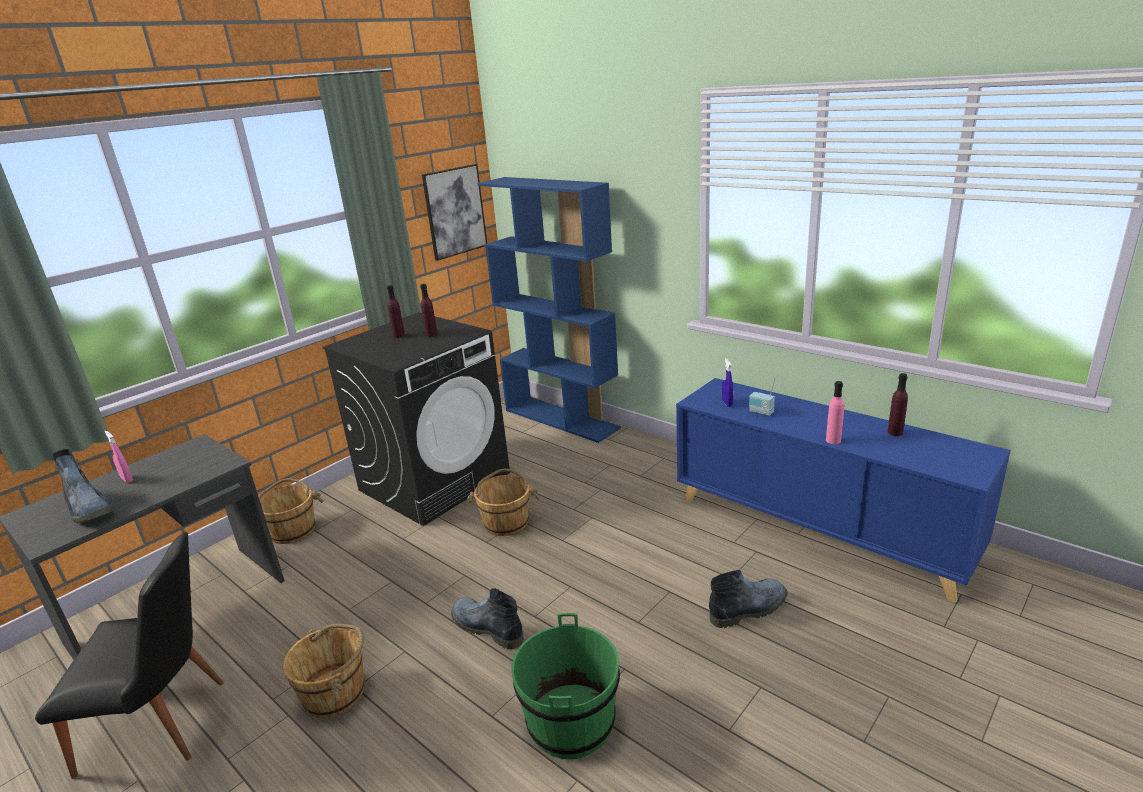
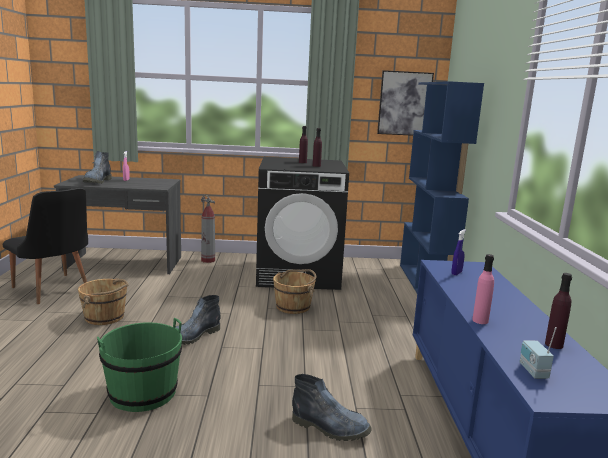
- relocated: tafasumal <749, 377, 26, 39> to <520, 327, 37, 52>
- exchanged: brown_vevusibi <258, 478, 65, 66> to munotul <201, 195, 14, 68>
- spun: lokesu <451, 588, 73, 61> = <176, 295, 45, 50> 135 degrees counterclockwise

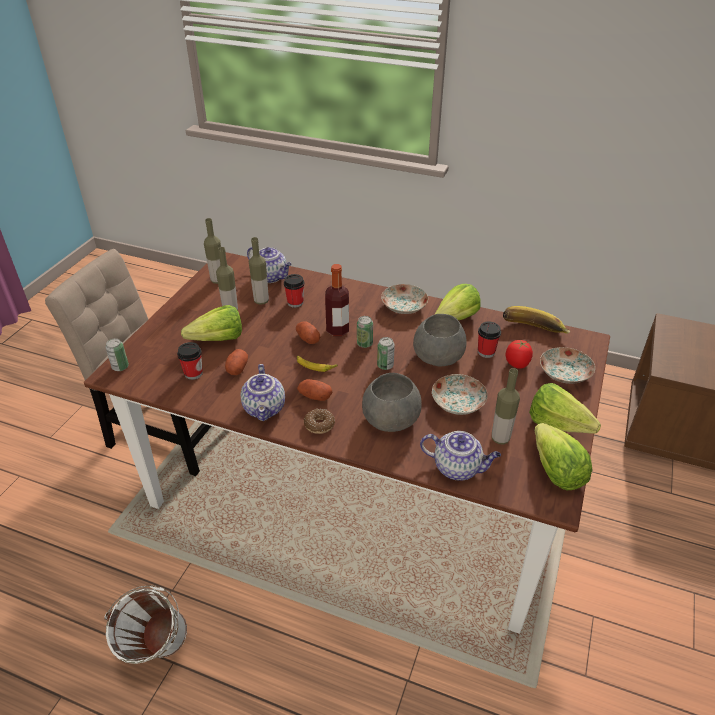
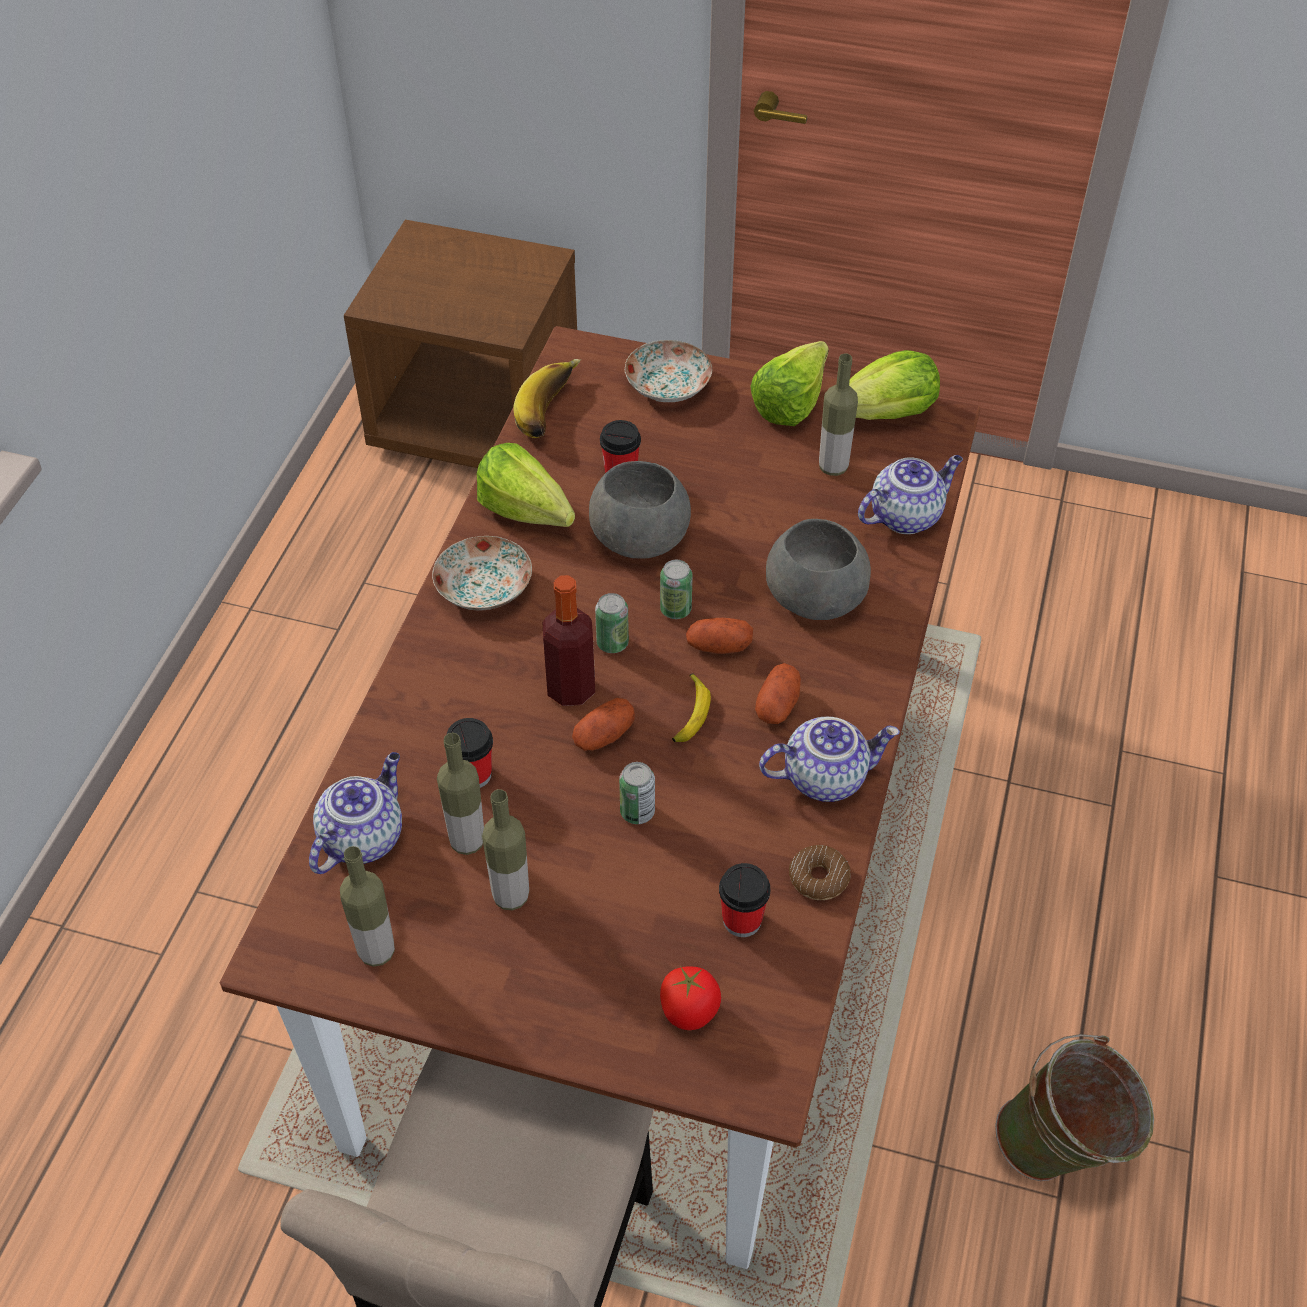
- missing: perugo <181, 305, 61, 36>
- relocated: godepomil <106, 338, 23, 33> to <619, 762, 36, 62>
- relocated: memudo <506, 340, 27, 29> to <660, 966, 61, 64>
- relocated: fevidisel <225, 349, 23, 26> to <686, 618, 67, 36>
- missing: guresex <432, 374, 56, 41>
- relocated: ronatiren <304, 409, 31, 25> to <789, 845, 61, 55>
- spun: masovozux <420, 431, 81, 49> = <858, 455, 105, 79> 45 degrees clockwise
- colour: white_vevusibi <104, 585, 83, 79> to green_vevusibi <995, 1034, 159, 147>

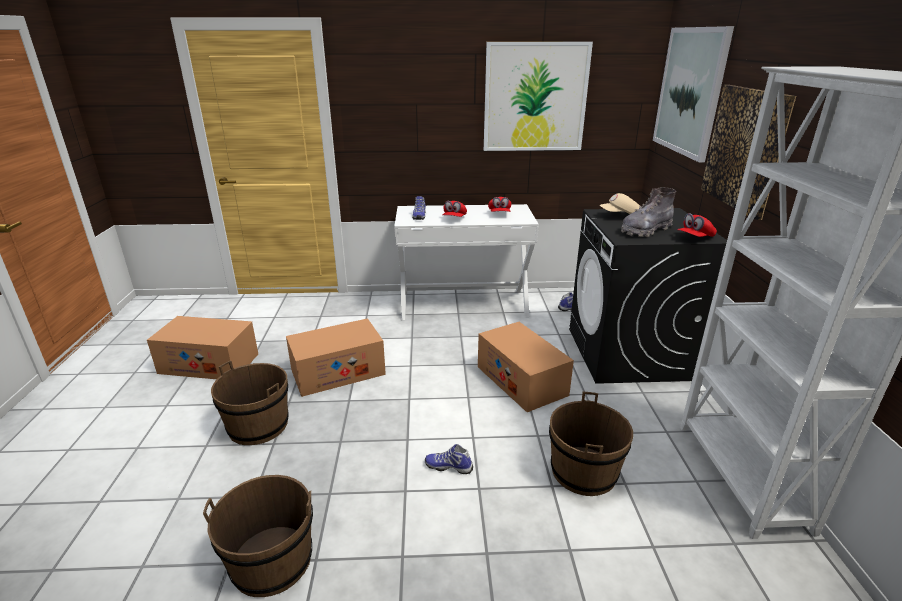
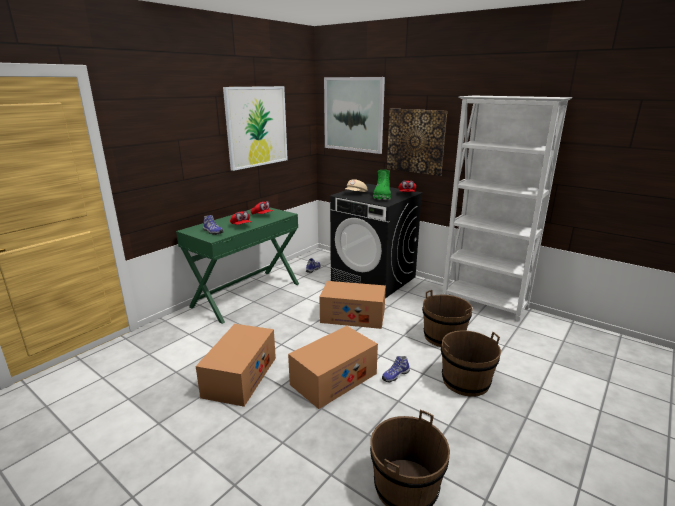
- colour: grey_lokesu <621, 187, 55, 50> to green_lokesu <373, 170, 18, 30>
- colour: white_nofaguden <394, 204, 145, 116> to green_nofaguden <176, 207, 123, 117>
- relocated: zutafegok <147, 316, 111, 63> to <288, 326, 90, 83>
- relocated: brown_vevusibi <211, 360, 78, 85> to <441, 330, 60, 67>

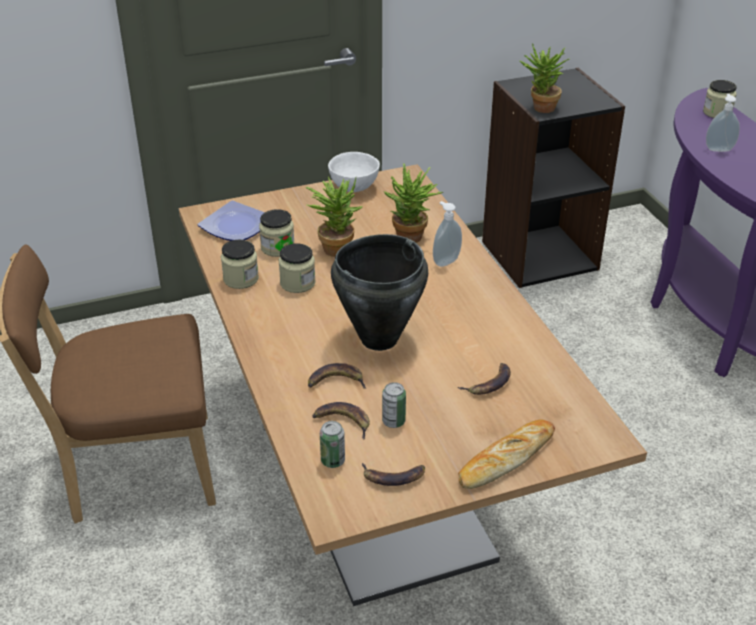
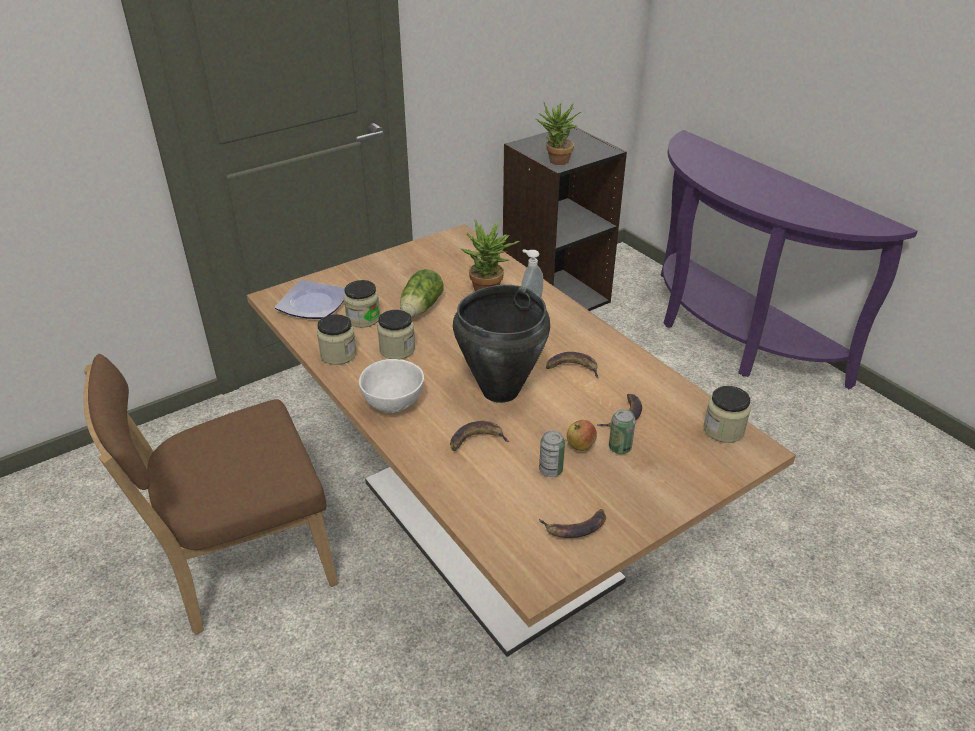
- relocated: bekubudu <703, 80, 34, 38> to <704, 386, 47, 57>
- missing: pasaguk <706, 94, 34, 58>
- relocated: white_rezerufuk <328, 152, 52, 40> to <359, 359, 65, 54>
- exchanged: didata <306, 177, 56, 80> to perugo <400, 269, 44, 48>
- relocated: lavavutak <312, 402, 58, 37> to <546, 352, 53, 26>
- missing: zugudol <458, 420, 97, 69>
- relocated: godepomil <320, 421, 25, 47> to <609, 409, 27, 45>
- appeared: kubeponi <567, 420, 30, 31>

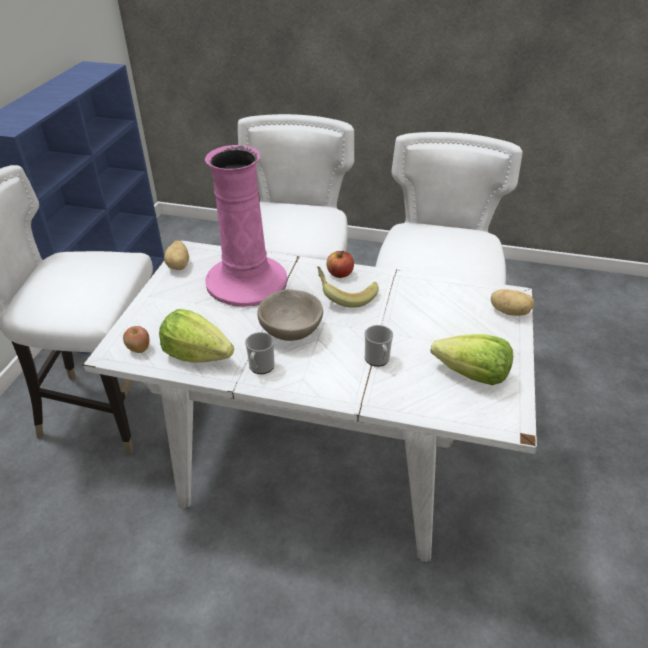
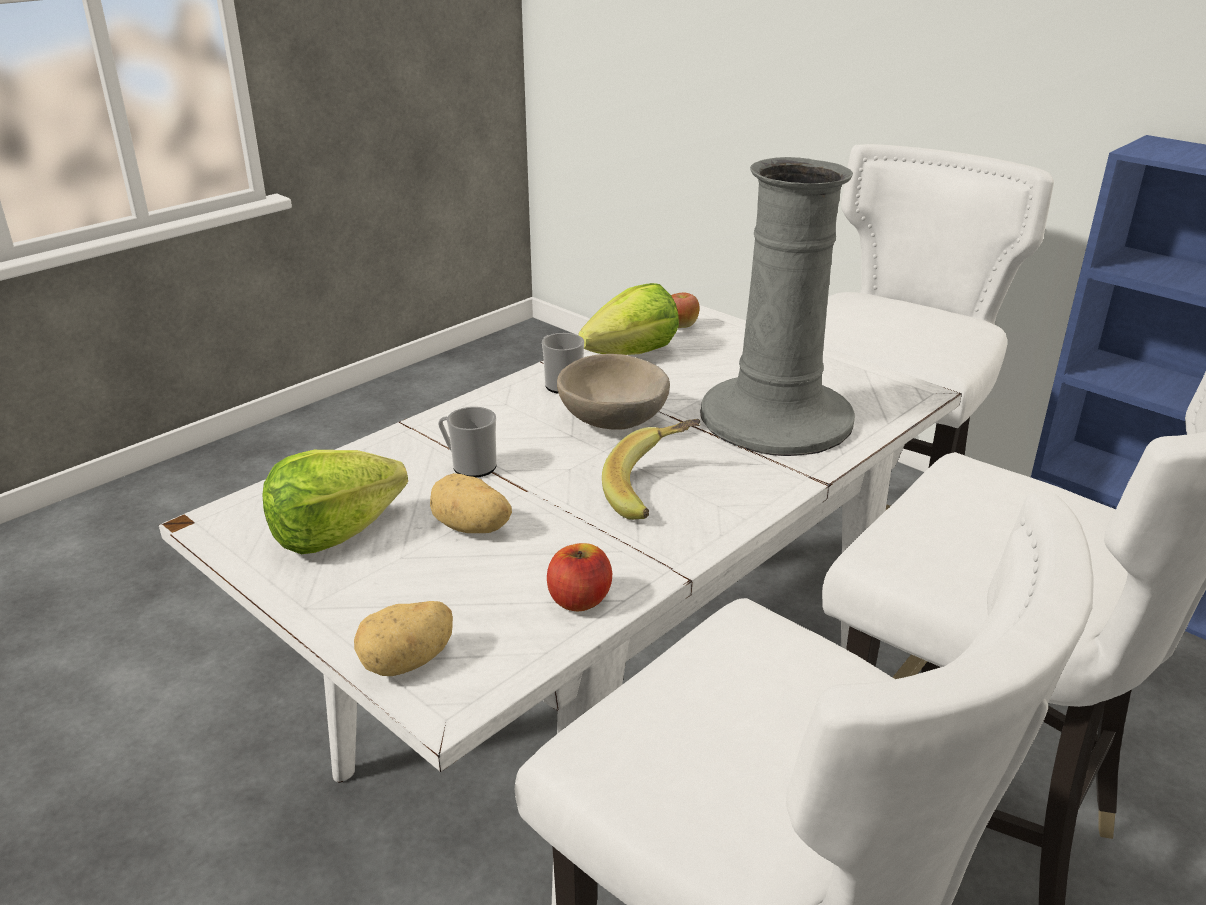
- colour: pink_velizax <205, 145, 83, 162> to grey_velizax <700, 157, 155, 299>
- relocated: fevidisel <164, 241, 25, 29> to <430, 473, 82, 60>
- relocated: kubeponi <327, 251, 27, 27> to <547, 543, 65, 68>

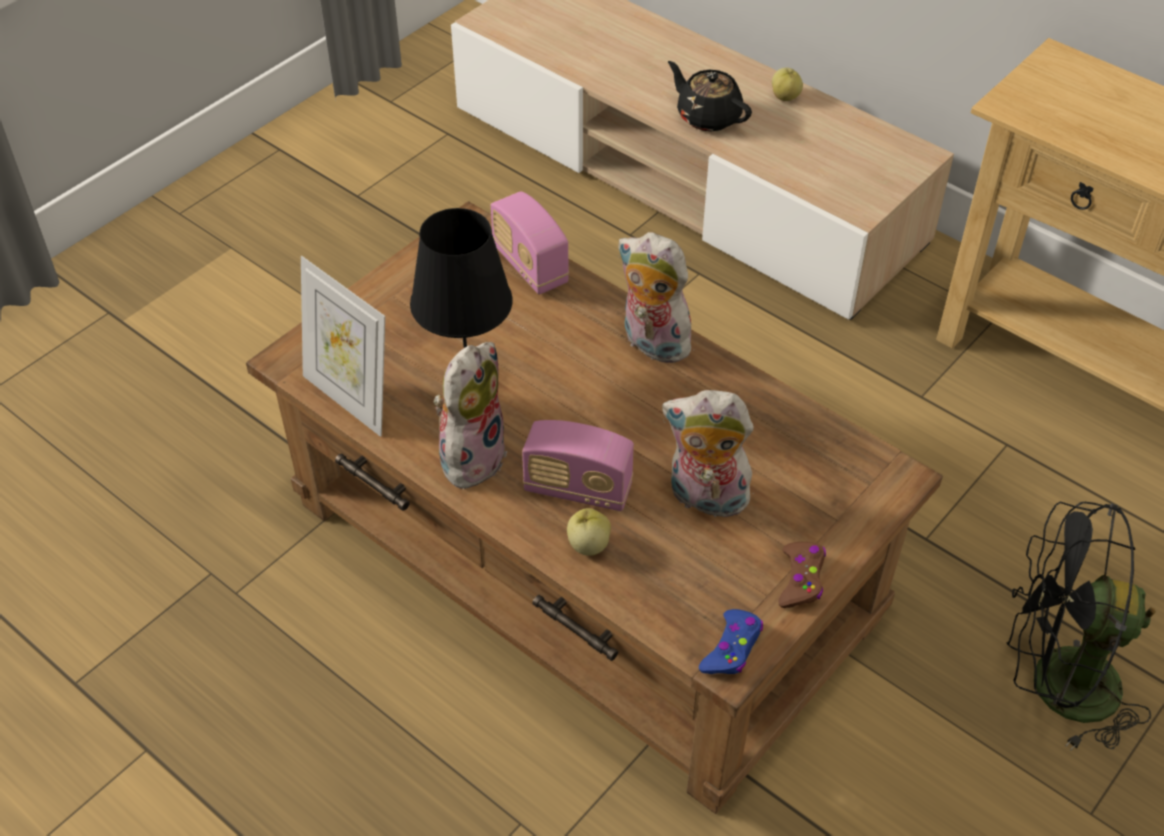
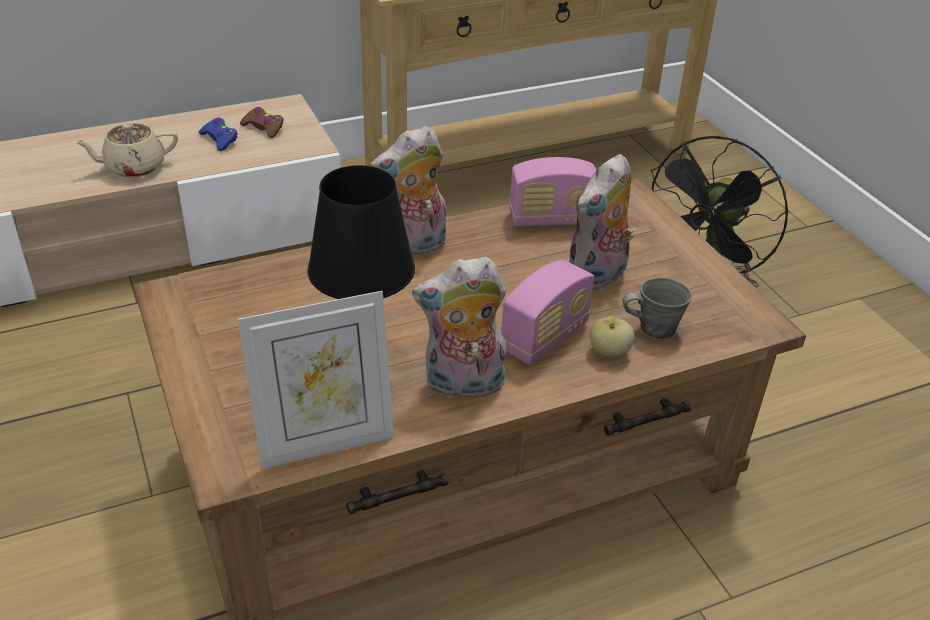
- colour: black_masovozux <668, 61, 84, 70> to beige_masovozux <74, 123, 104, 55>
- missing: kubeponi <772, 67, 31, 34>
- relocated: tafasumal <491, 191, 78, 104> to <509, 157, 88, 70>
- spun: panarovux <434, 342, 73, 149> = <412, 257, 94, 144> 60 degrees counterclockwise
- relocated: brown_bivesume <778, 542, 48, 66> to <240, 107, 44, 31>
- relocated: blue_bivesume <699, 609, 64, 65> to <199, 117, 39, 34>
- appeared: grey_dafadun <623, 277, 69, 62>

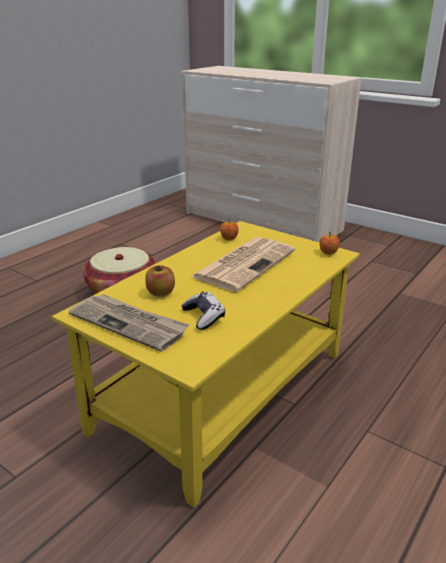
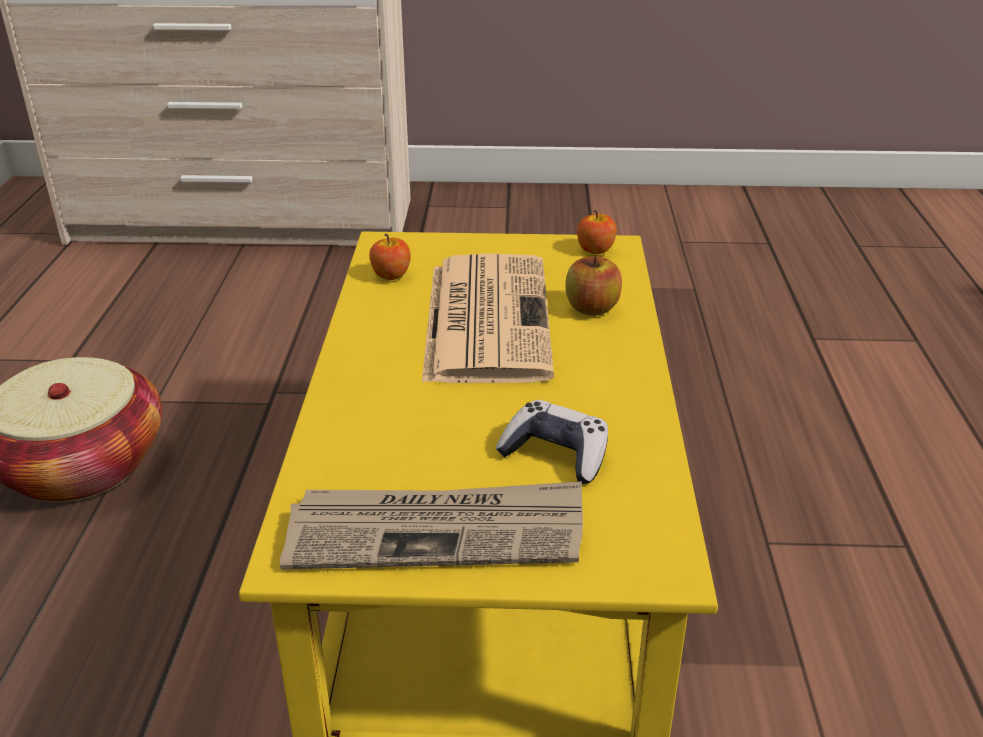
- relocated: kubeponi <145, 265, 30, 32> to <565, 255, 57, 61>

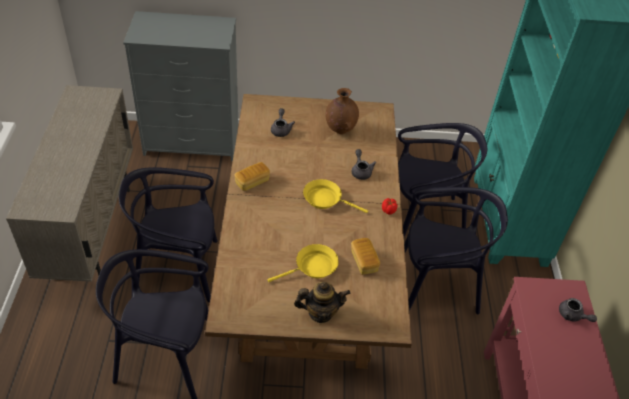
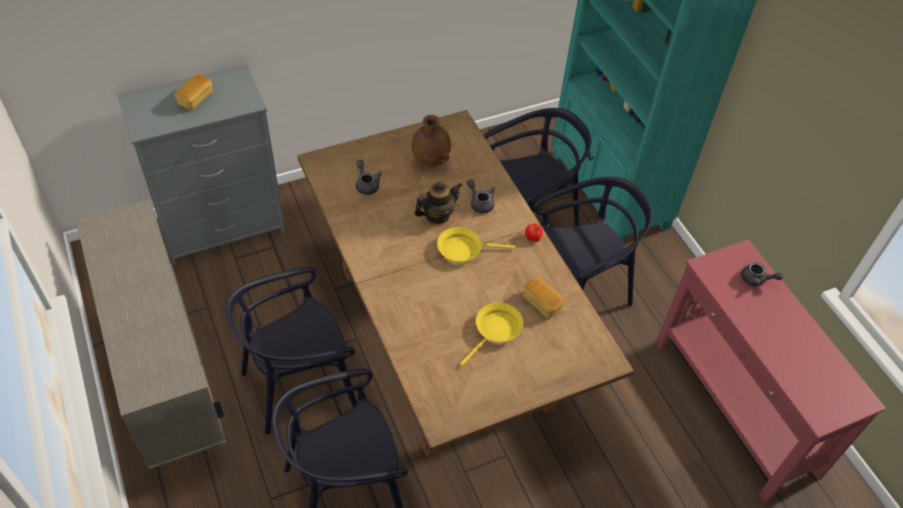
- relocated: zugudol <235, 162, 35, 29> to <175, 74, 38, 36>
- relocated: masovozux <294, 282, 56, 41> to <414, 182, 48, 42>

